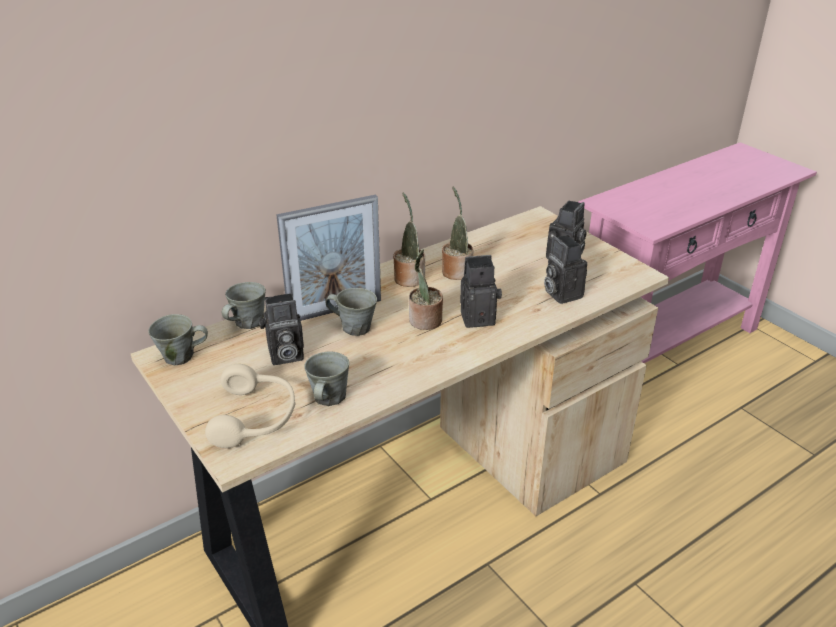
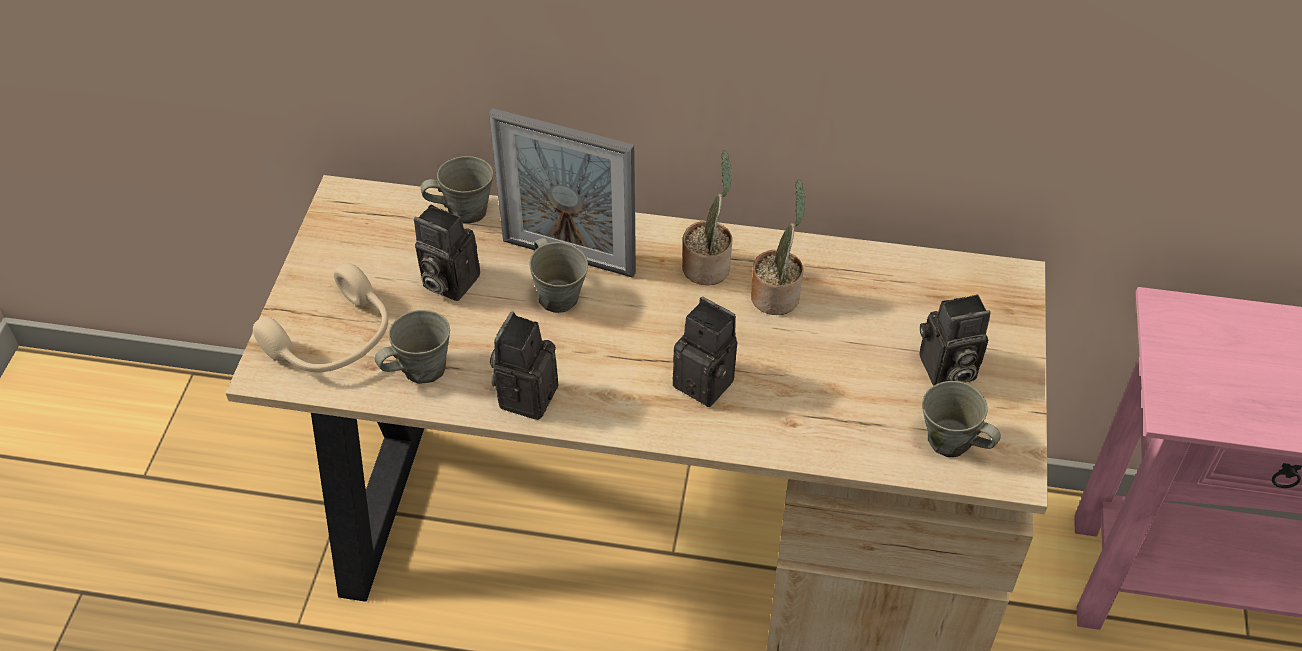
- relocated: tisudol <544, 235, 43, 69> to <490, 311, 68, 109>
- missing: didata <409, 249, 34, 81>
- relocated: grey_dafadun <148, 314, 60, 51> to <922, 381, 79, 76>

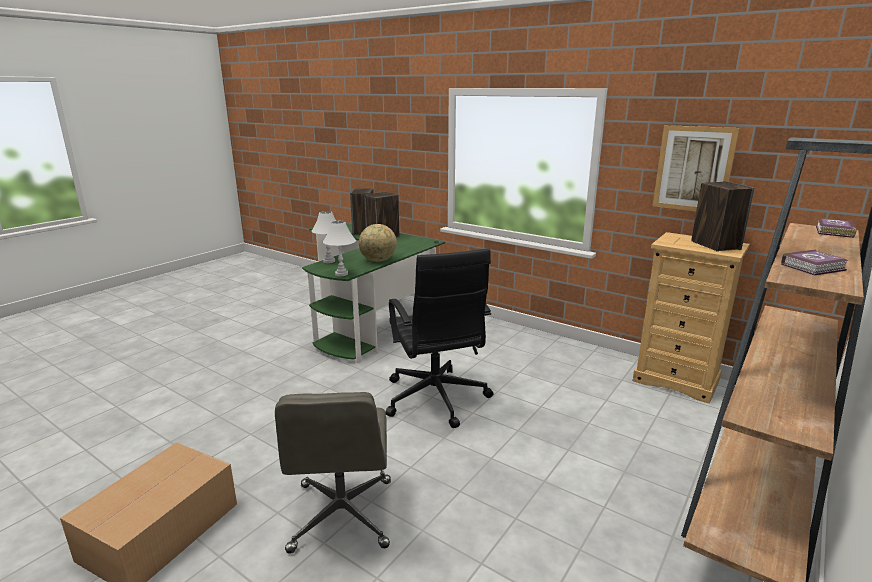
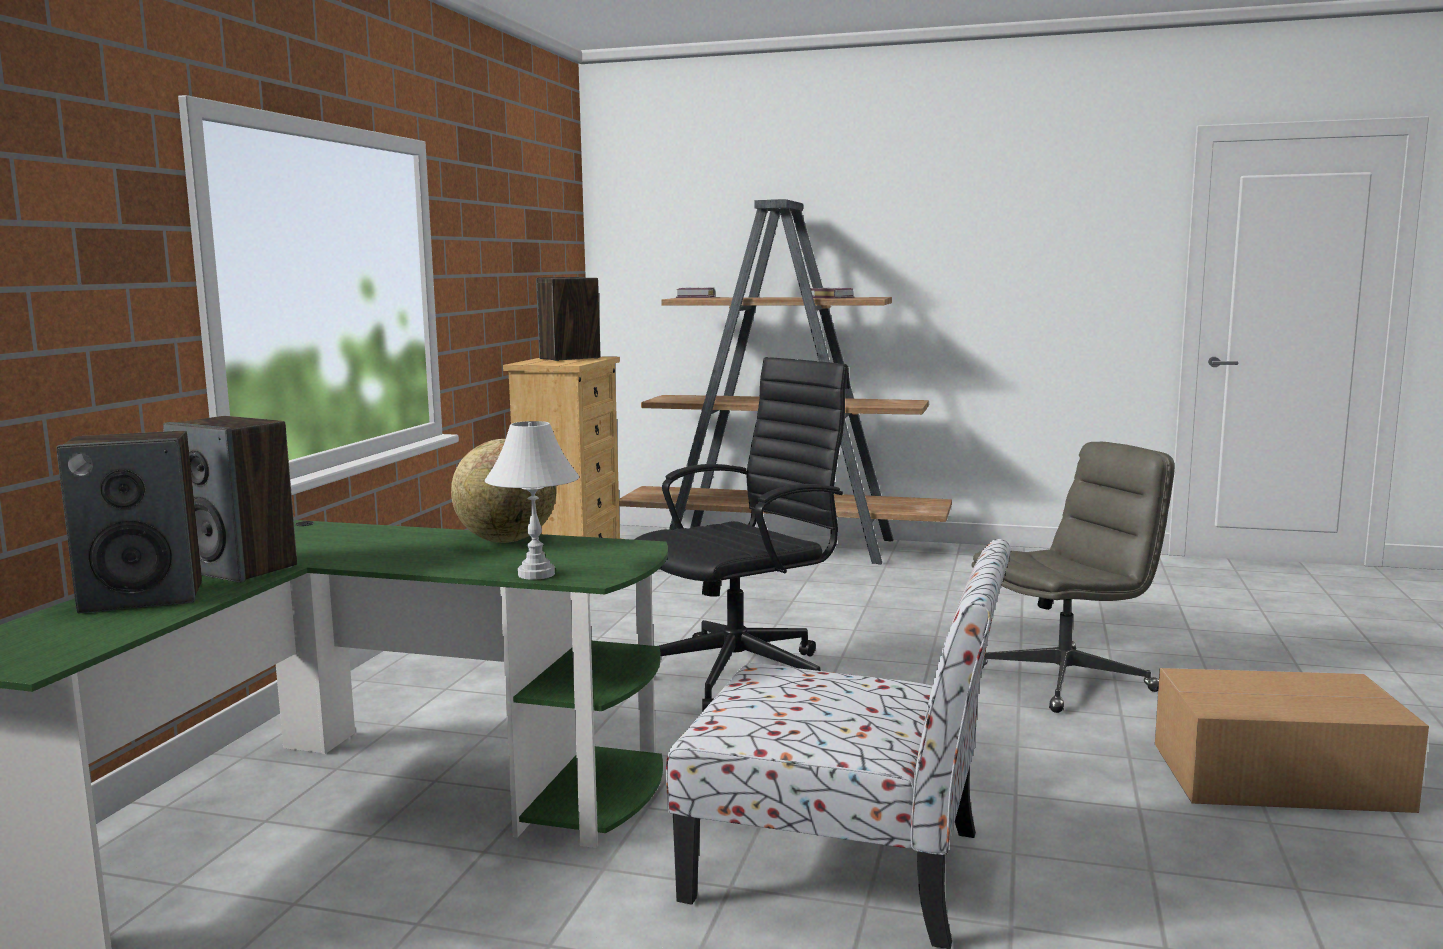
- missing: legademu <653, 125, 87, 86>
- missing: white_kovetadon <323, 221, 33, 55>
- appeared: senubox <666, 539, 345, 410>

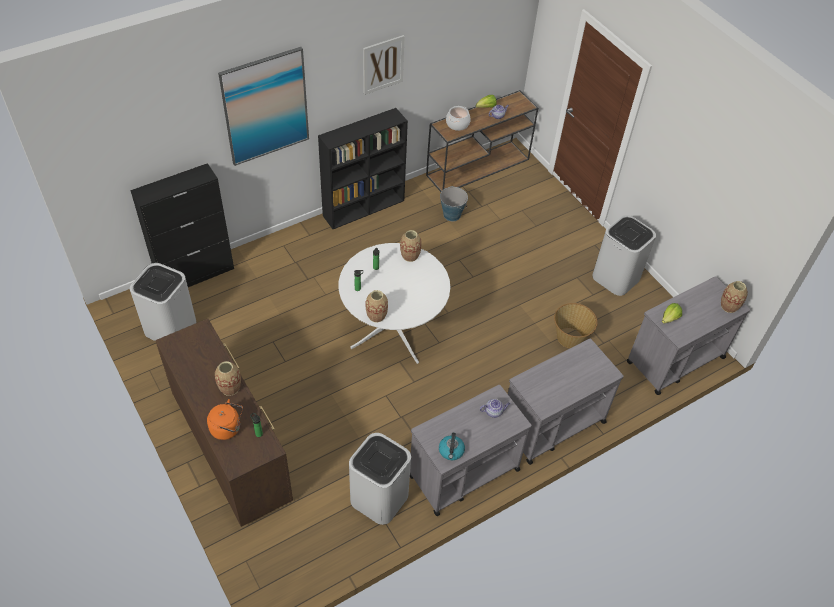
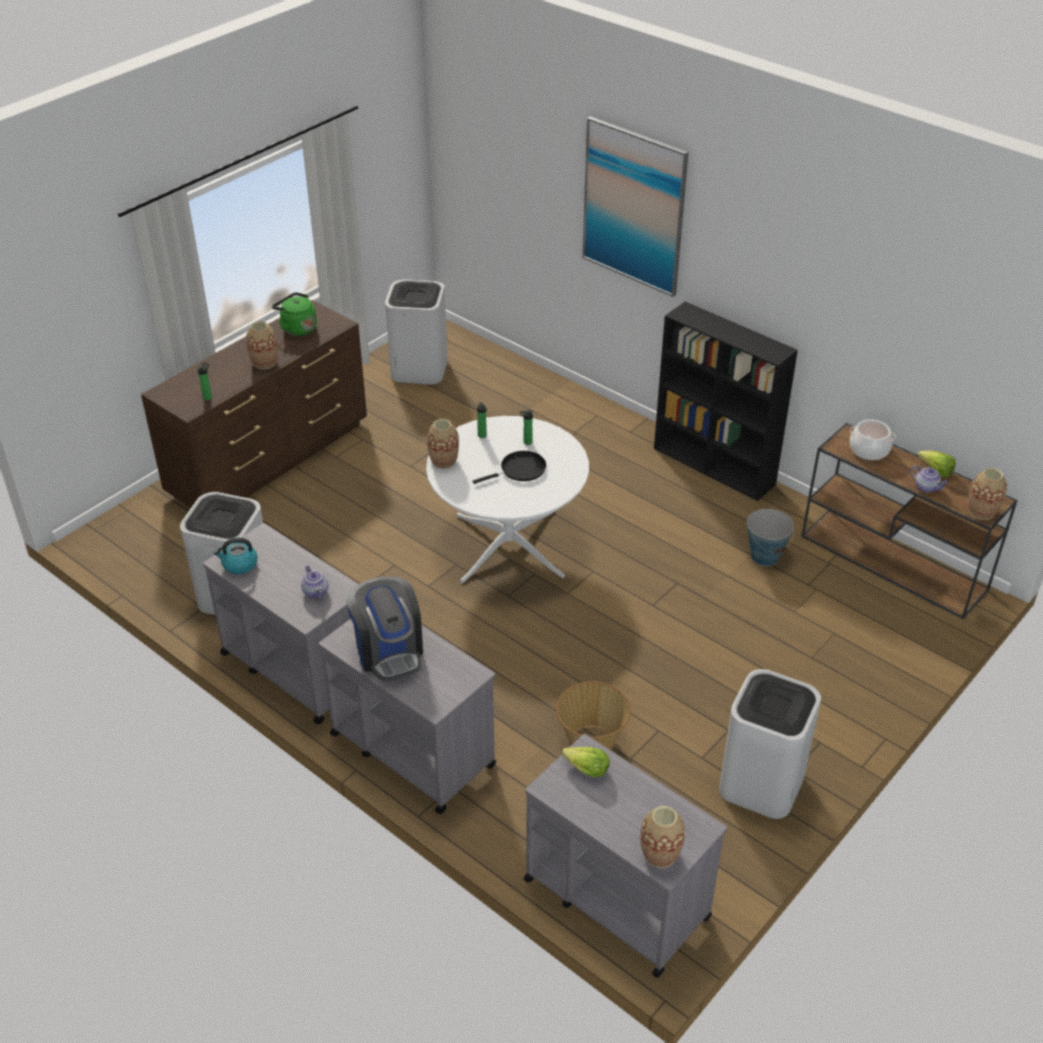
- missing: legademu <363, 35, 42, 60>
- missing: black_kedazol <130, 163, 104, 124>
- relocated: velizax <400, 230, 21, 32> to <969, 468, 38, 52>
- missing: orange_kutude <207, 399, 36, 41>
- appeared: green_kutude <272, 292, 45, 44>
- appeared: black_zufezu <473, 451, 73, 33>
- appeared: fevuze <346, 577, 77, 104>

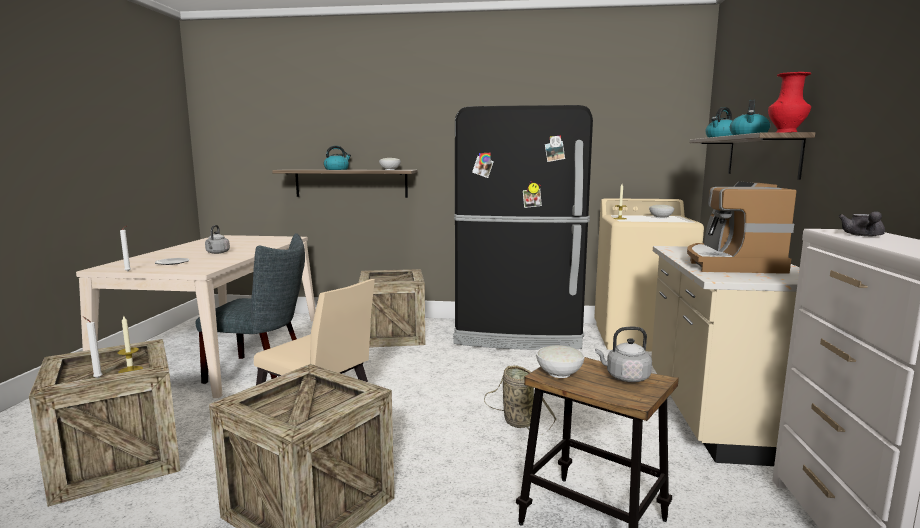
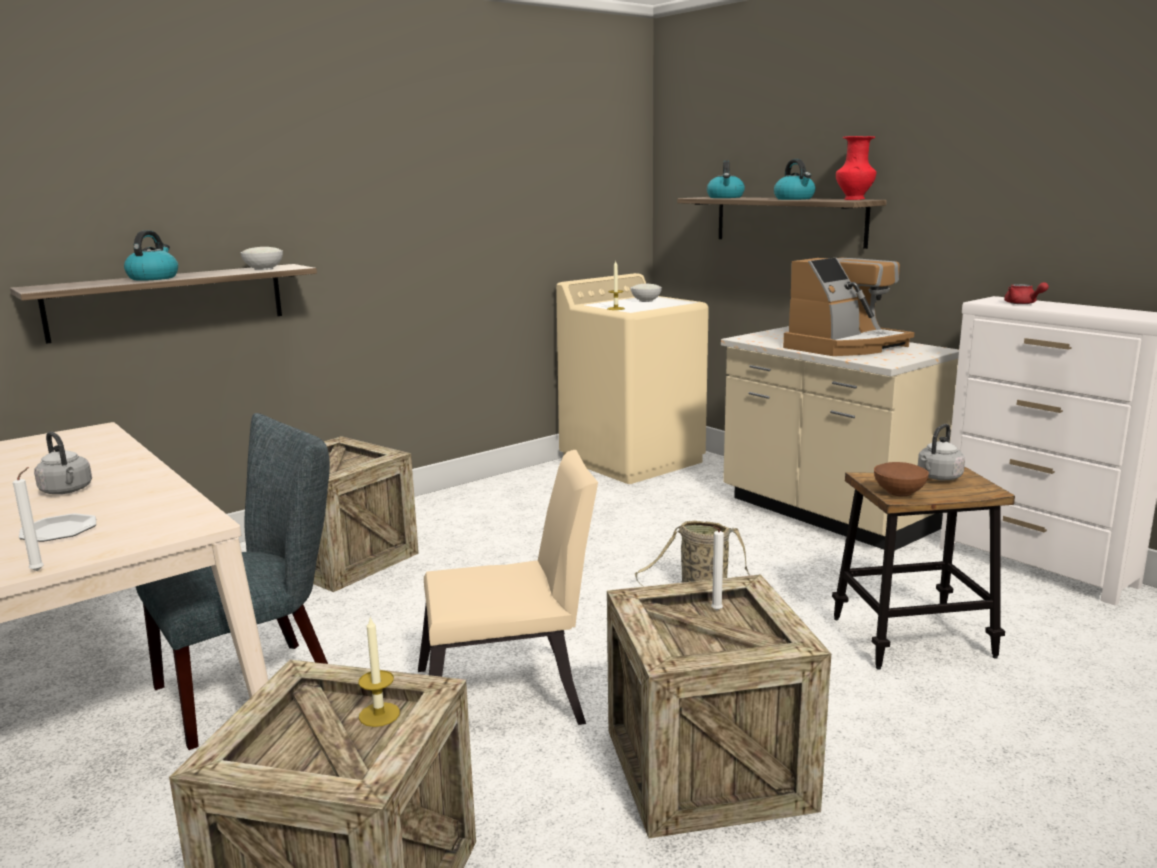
- missing: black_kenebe <453, 105, 140, 245>
- spun: fevuze <687, 181, 109, 93> = <783, 258, 132, 98> 90 degrees counterclockwise
- colour: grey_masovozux <838, 211, 47, 25> to red_masovozux <1004, 282, 45, 22>
- relocated: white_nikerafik <83, 317, 20, 61> to <711, 526, 13, 85>
- colour: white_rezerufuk <536, 345, 49, 33> to brown_rezerufuk <874, 462, 55, 34>

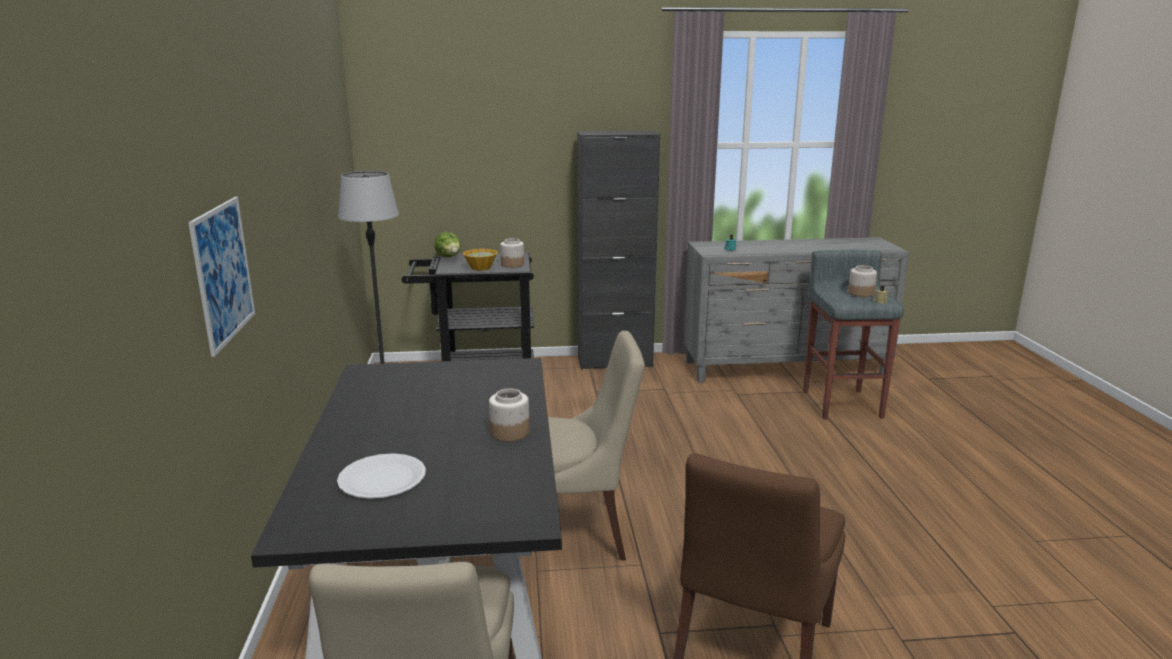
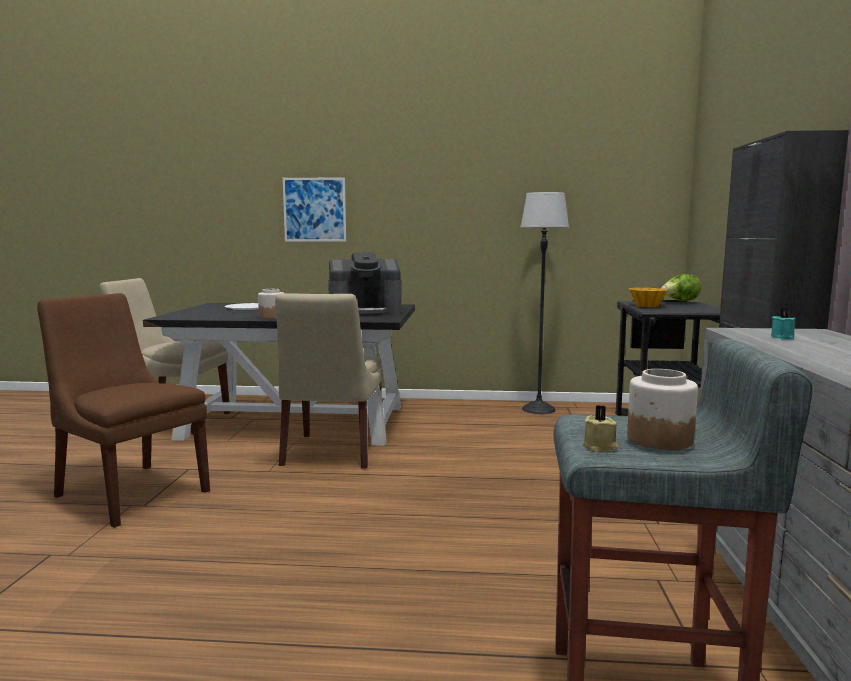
- missing: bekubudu <500, 238, 24, 30>
- appeared: fevuze <328, 252, 74, 63>

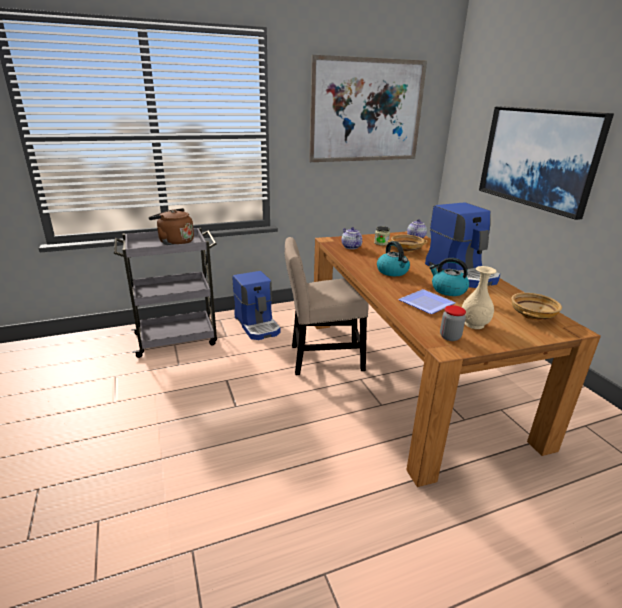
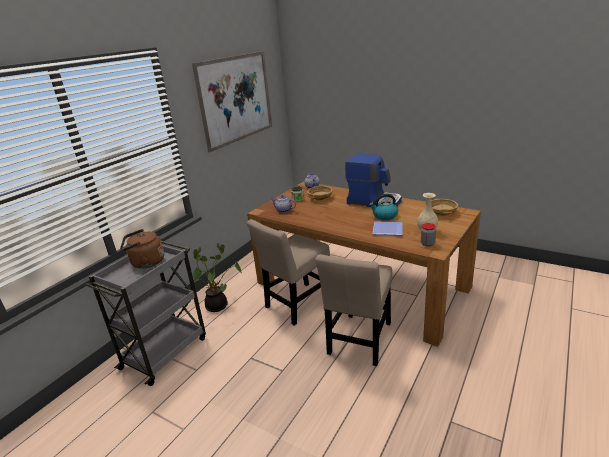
- missing: legademu <479, 106, 135, 114>
- missing: kutude <377, 241, 33, 35>
- exchanged: fevuze <232, 271, 48, 69> to didata <193, 243, 49, 69>
- appeared: beige_senubox <315, 254, 77, 112>

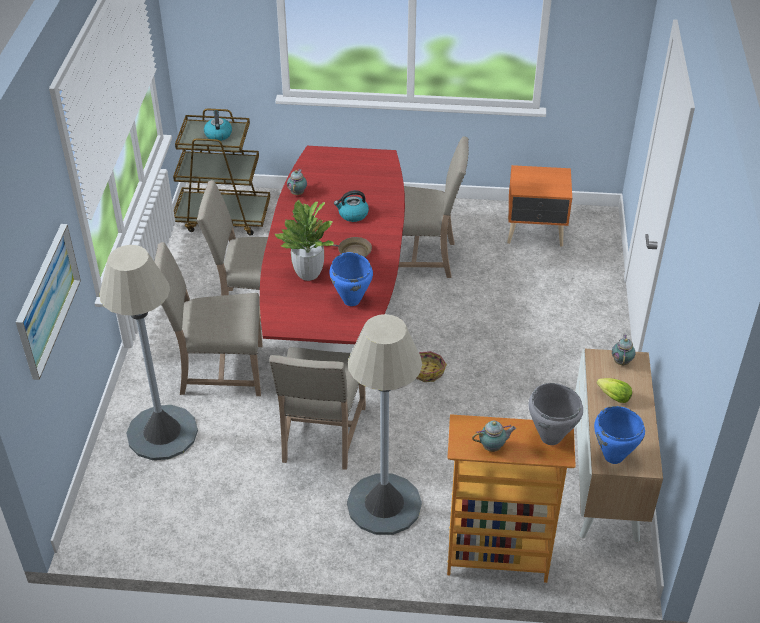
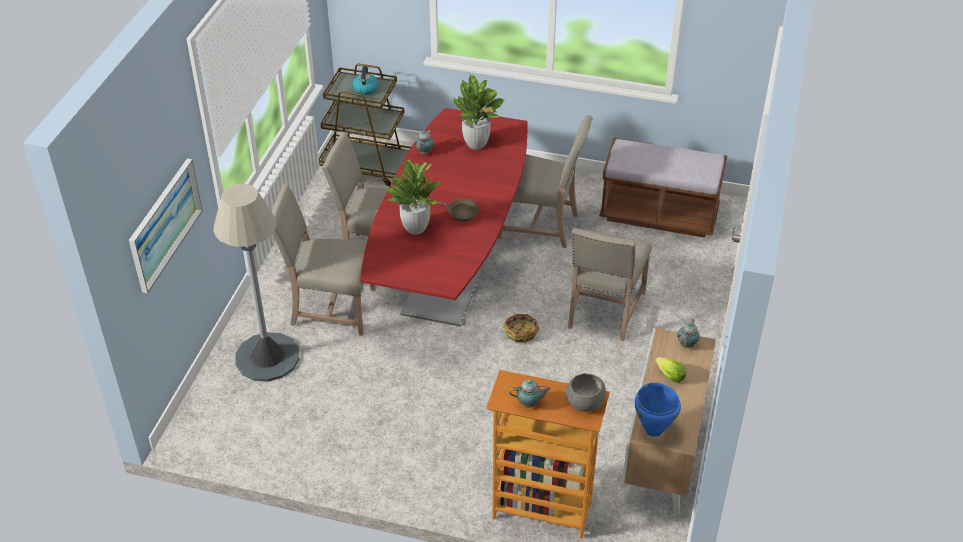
- exchanged: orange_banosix <507, 165, 65, 82> to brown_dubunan <600, 138, 127, 100>
- missing: kutude <334, 190, 35, 32>
- missing: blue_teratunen <330, 252, 43, 54>
- missing: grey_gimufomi <347, 314, 75, 221>
- relocated: beige_senubox <269, 347, 97, 123> to <568, 228, 84, 113>
- exchanged: grey_teratunen <529, 383, 54, 62> to grey_rezerufuk <566, 374, 40, 38>
- appeared: didata <454, 75, 50, 75>

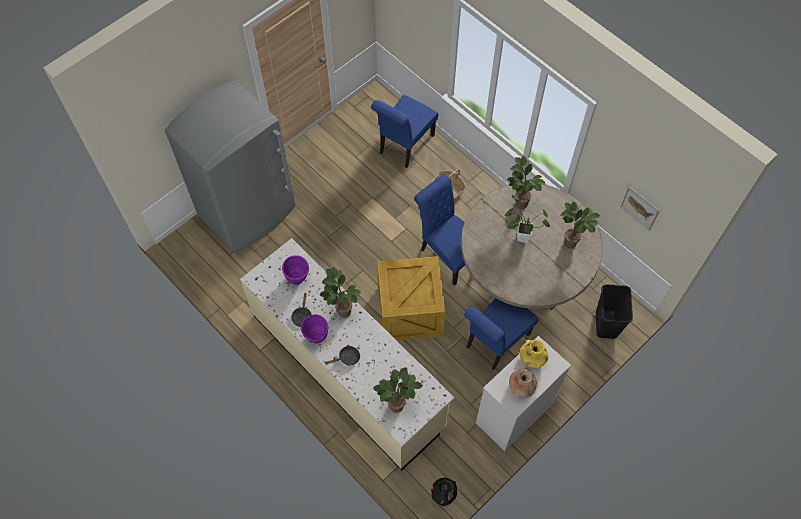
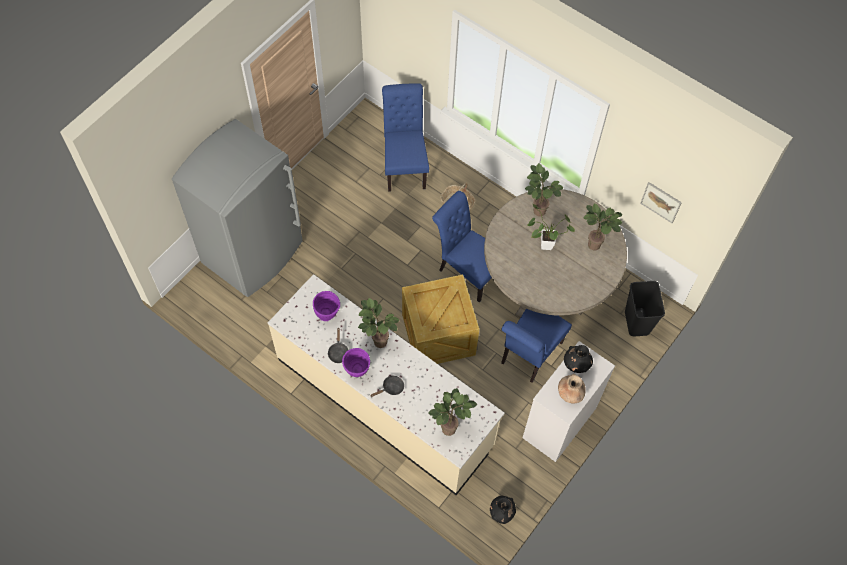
- spun: blue_senubox <371, 95, 67, 73> = <382, 83, 47, 109> 150 degrees clockwise
- colour: yellow_velizax <520, 340, 28, 28> to black_velizax <564, 345, 29, 28>

